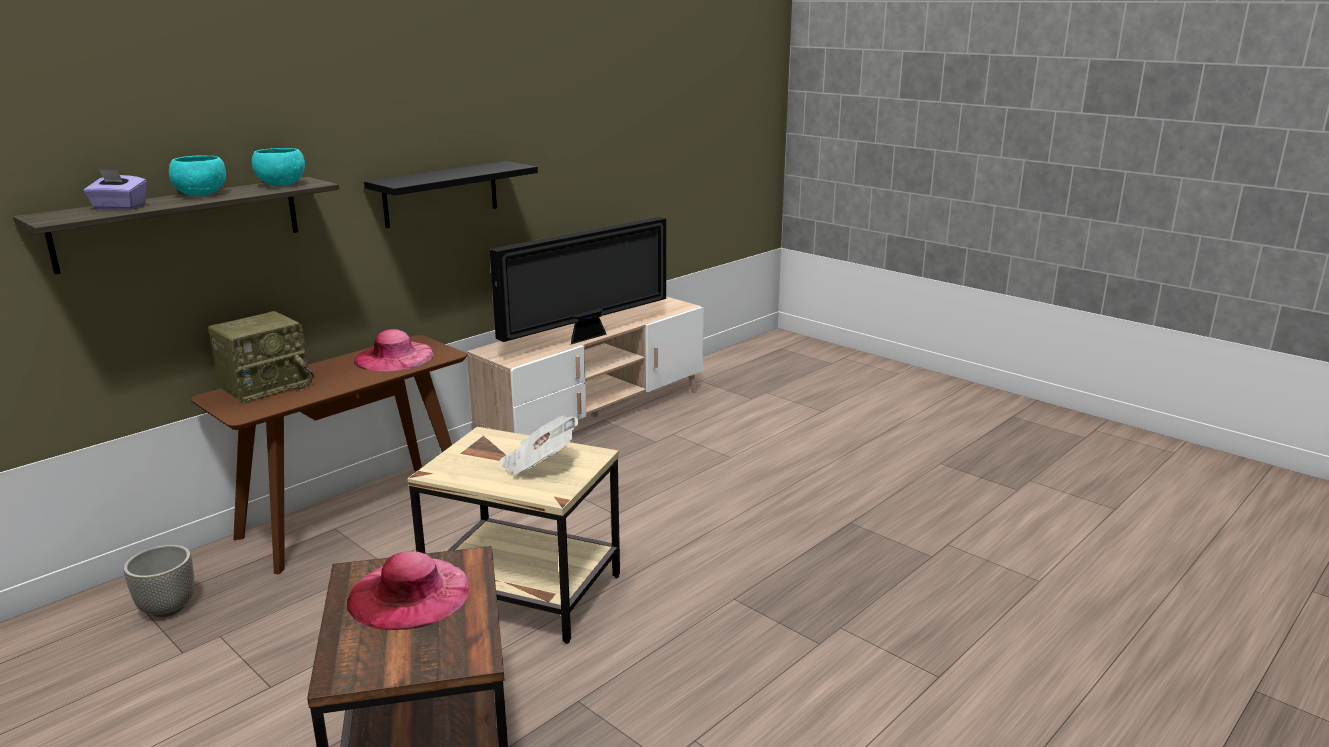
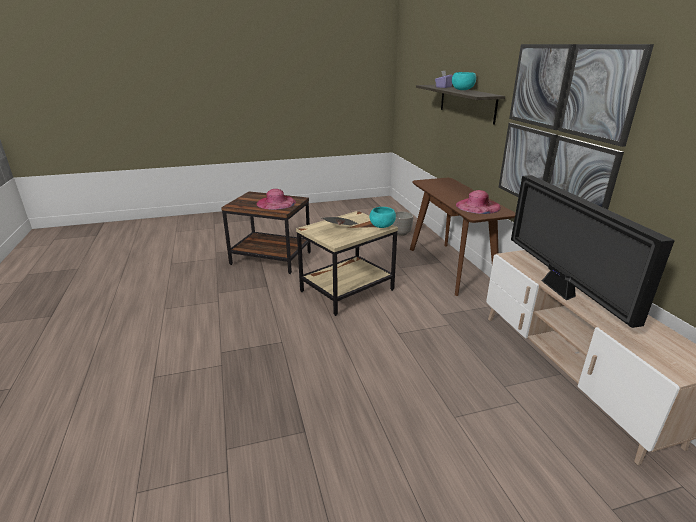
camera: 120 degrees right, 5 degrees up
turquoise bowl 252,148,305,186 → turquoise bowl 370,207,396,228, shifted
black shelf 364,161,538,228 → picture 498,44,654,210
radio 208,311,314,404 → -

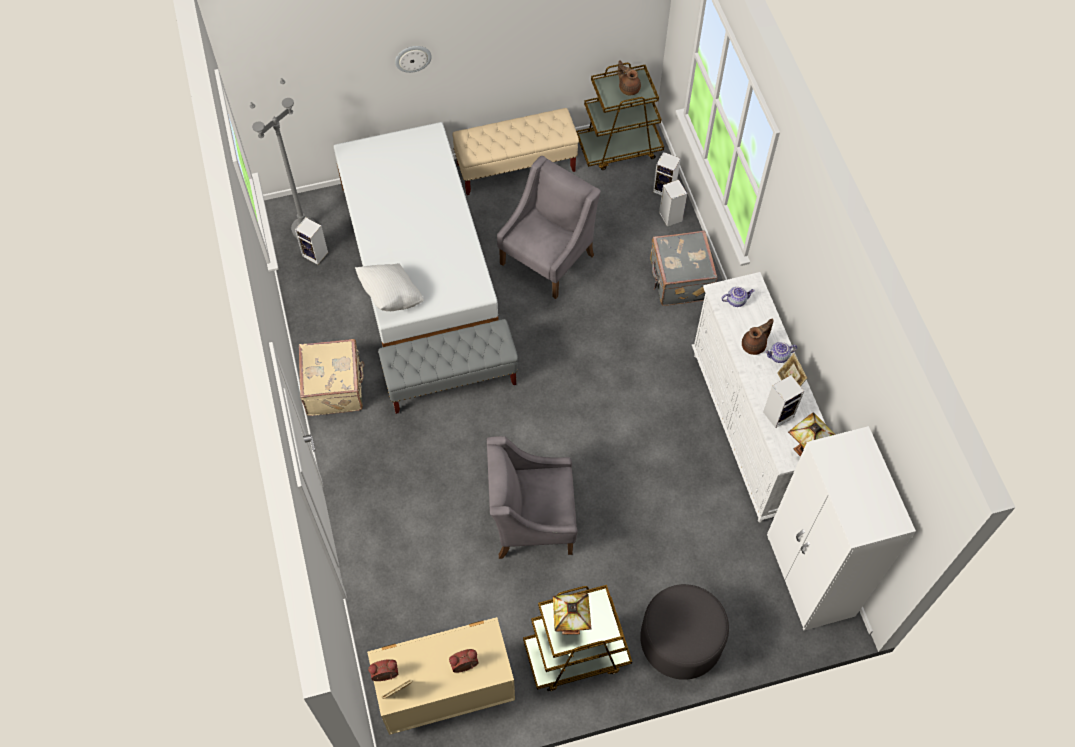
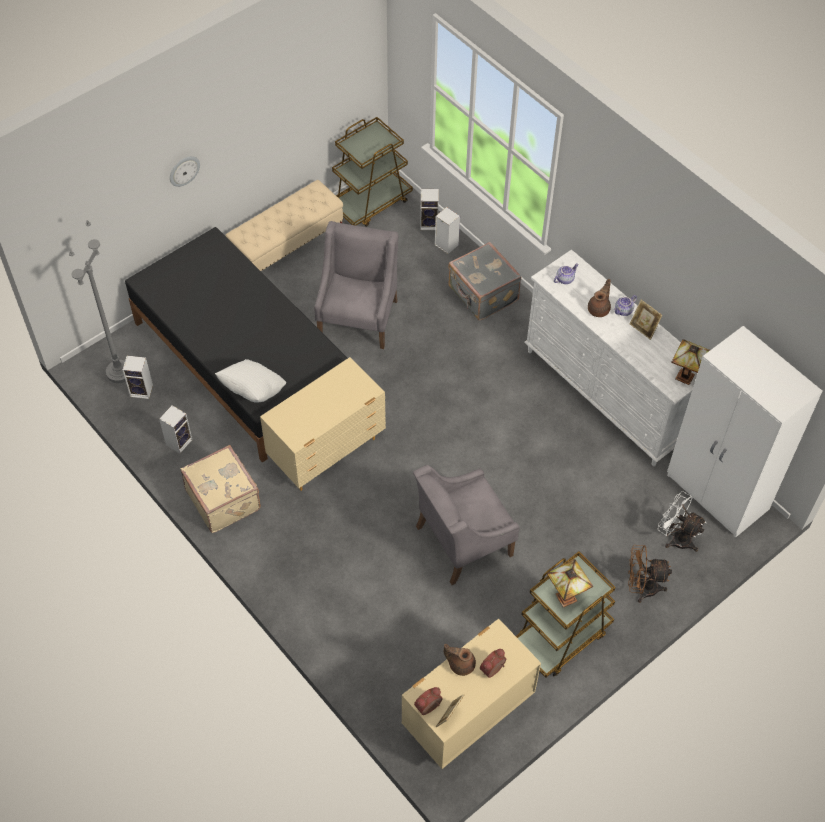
camera: 25 degrees left, 5 degrees down
white bed 334,122,499,347 → black bed 125,227,348,463
speaker 763,375,804,428 → speaker 159,405,192,453, shifted
grey bench 378,319,518,414 → beige dresser 260,357,386,491
brown teapot 618,60,641,95 → brown teapot 444,644,476,676, shifted
grey ottoman 640,584,729,680 → brown fan 628,545,672,603
- → white fan 658,491,706,552

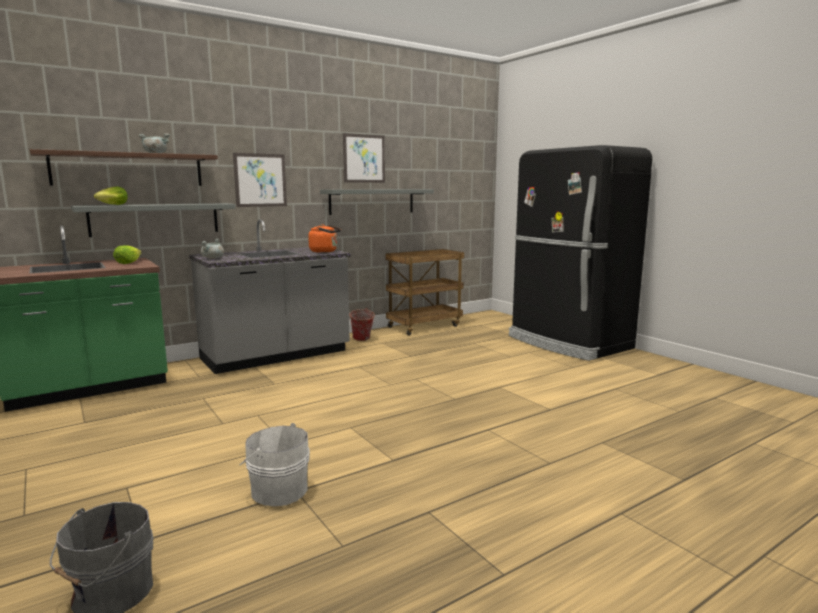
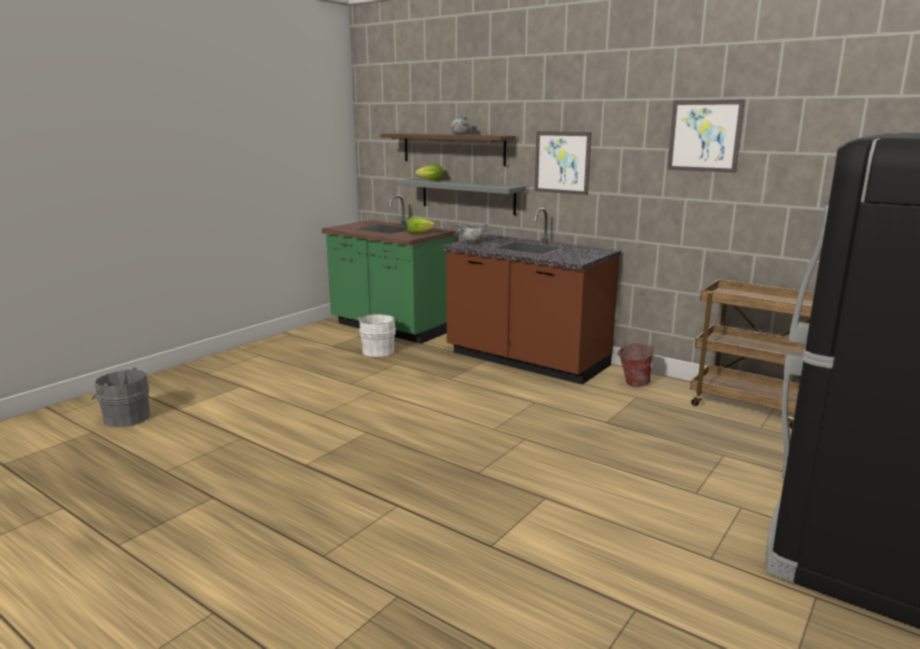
camera: 70 degrees right, 5 degrees up
white bucket 240,423,310,506 → white bucket 358,314,398,357, shifted
grey counter 189,219,351,374 → brown counter 442,208,621,385
orange kettle 308,224,341,253 → -
grey shelf 320,189,434,215 → -

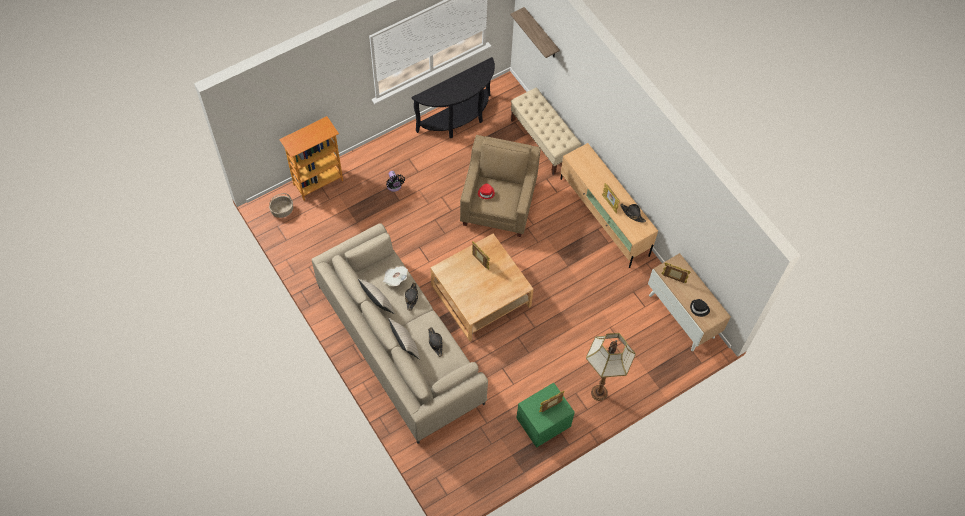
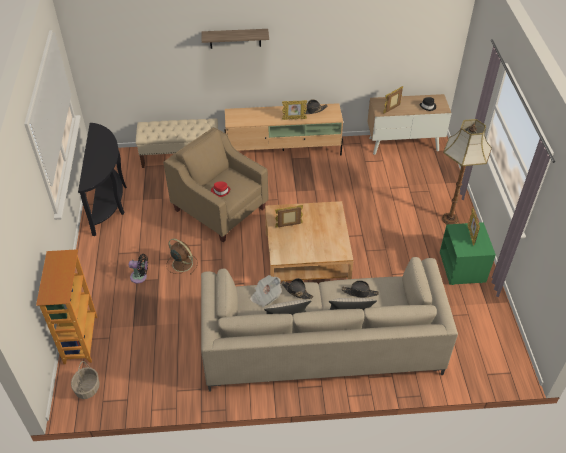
camera: 60 degrees left, 15 degrees down
- → brown fan 166,239,198,275
shelf 510,7,560,58 → shelf 202,29,269,49, shifted

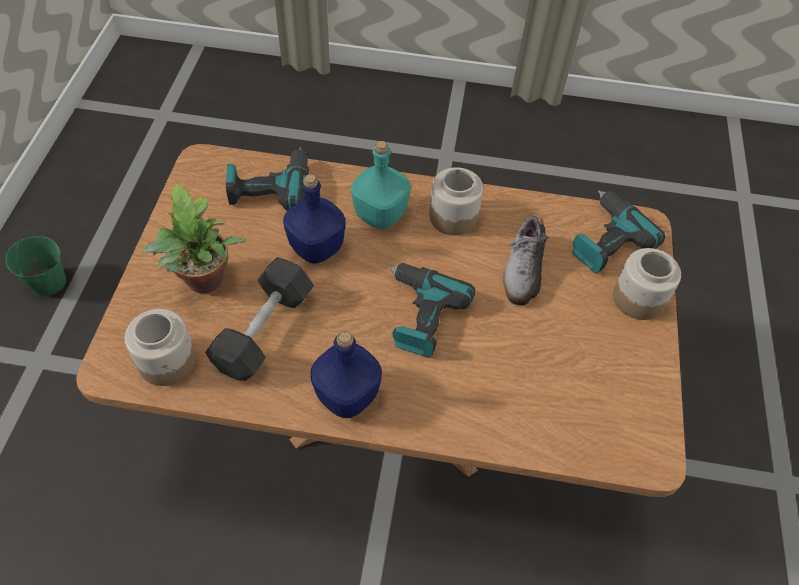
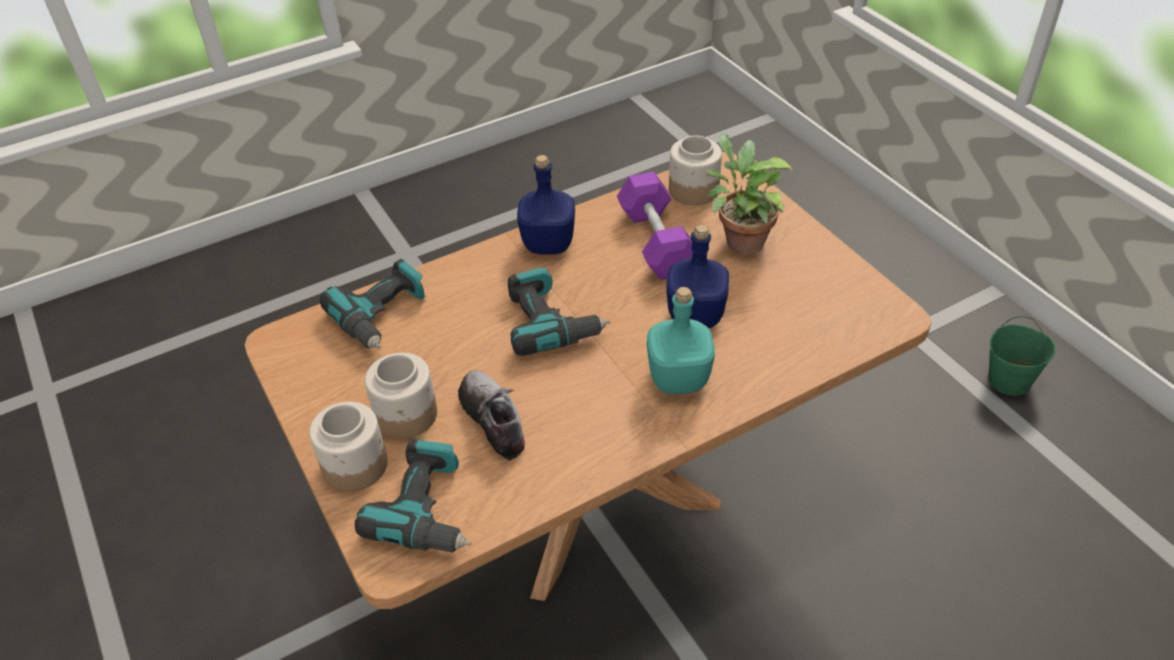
camera: 145 degrees right, 10 degrees down
power drill 226,147,309,211 → power drill 320,259,426,349, shifted
jar 429,167,483,236 → jar 365,353,437,439, shifted
black dumbbell 205,257,314,381 → purple dumbbell 617,172,693,280

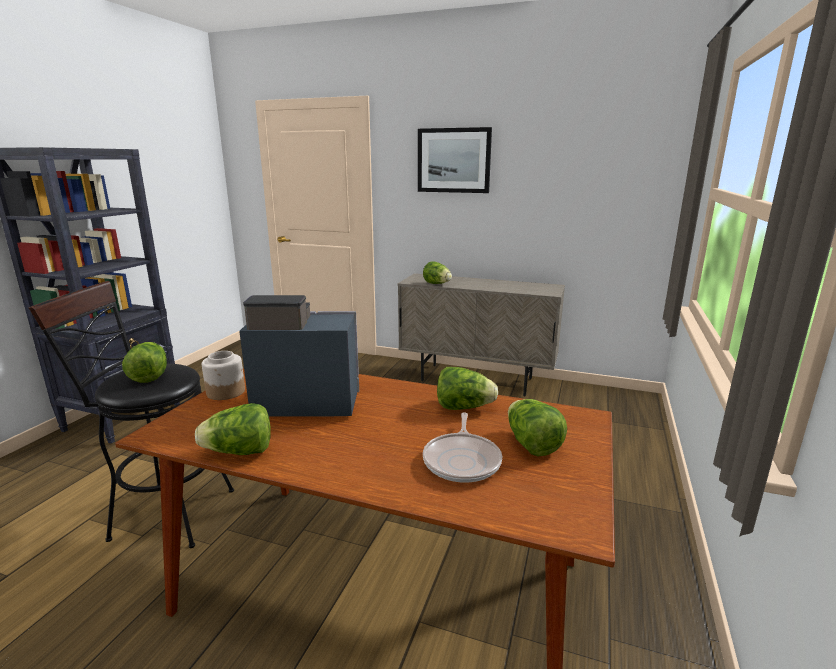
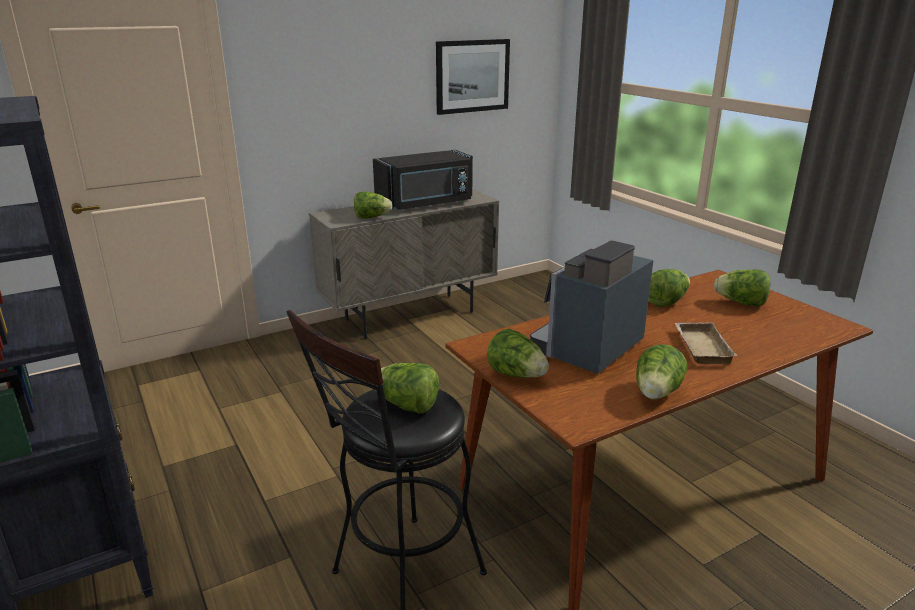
camera: 50 degrees left, 5 degrees up
- → black microwave 373,150,473,211
picture 418,127,492,193 → picture 436,39,510,115, shifted
jar 202,351,245,400 → lettuce 487,329,549,378
- → beige tray 674,322,737,364
frying pan 423,412,502,483 → -

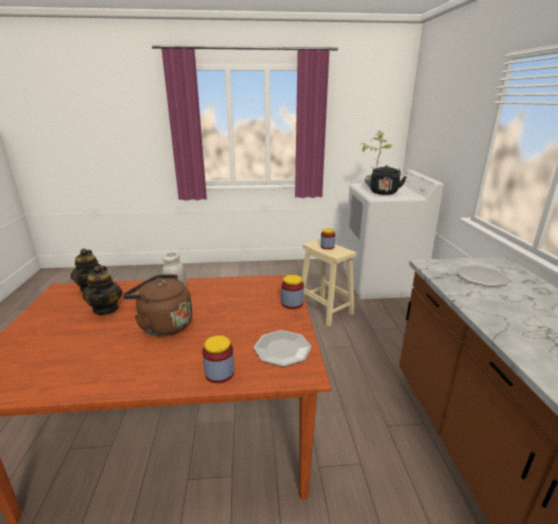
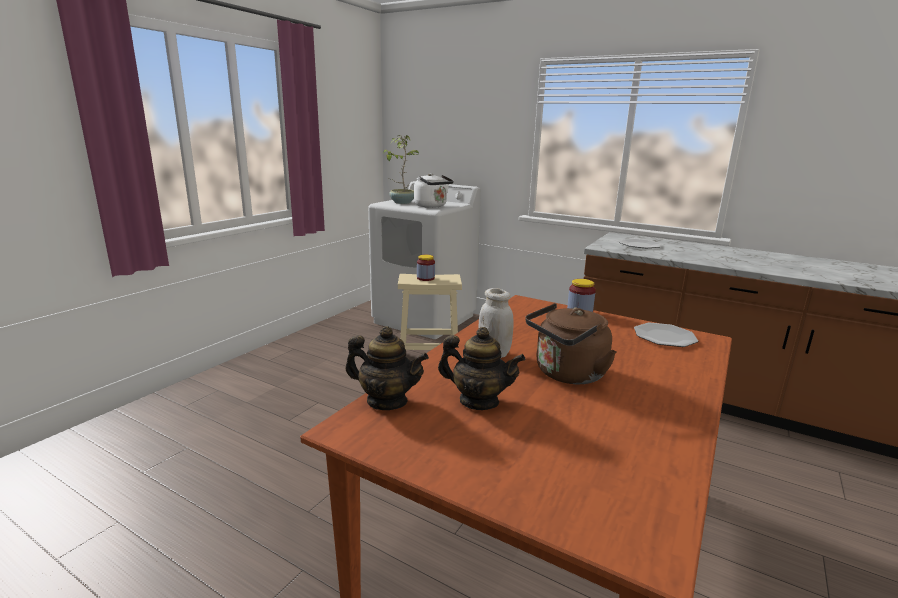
camera: 55 degrees left, 5 degrees down
black kettle 370,165,407,195 → white kettle 414,173,454,208
jar 202,335,234,383 → -

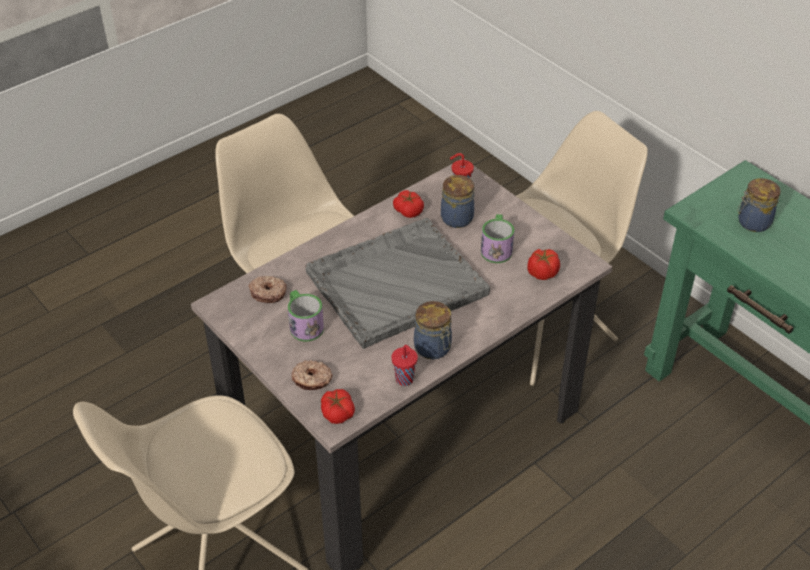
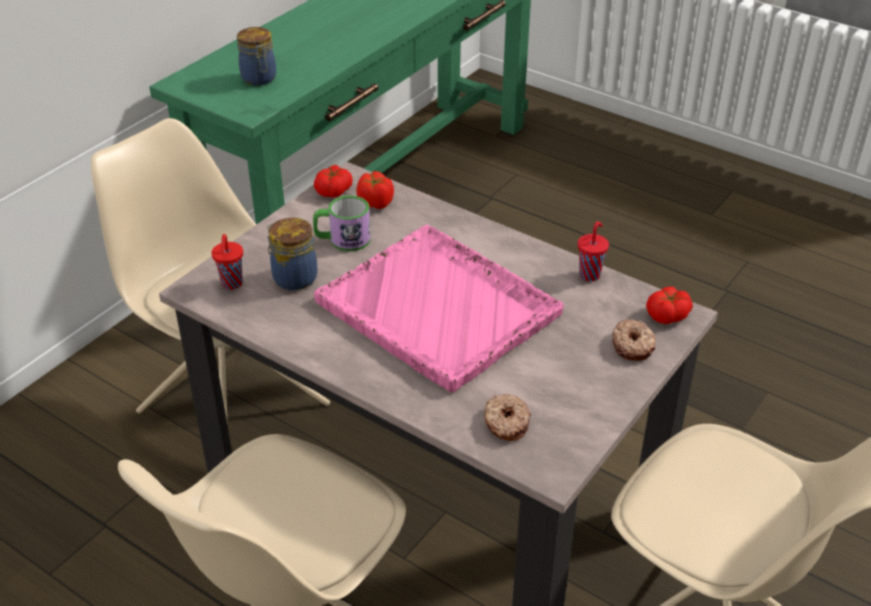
camera: 105 degrees left, 5 degrees down
tomato 393,190,424,218 → tomato 314,165,353,198, shifted
grey tray 305,218,490,349 → pink tray 314,225,564,393
mug 288,290,324,341 → -
jar 414,301,452,359 → -

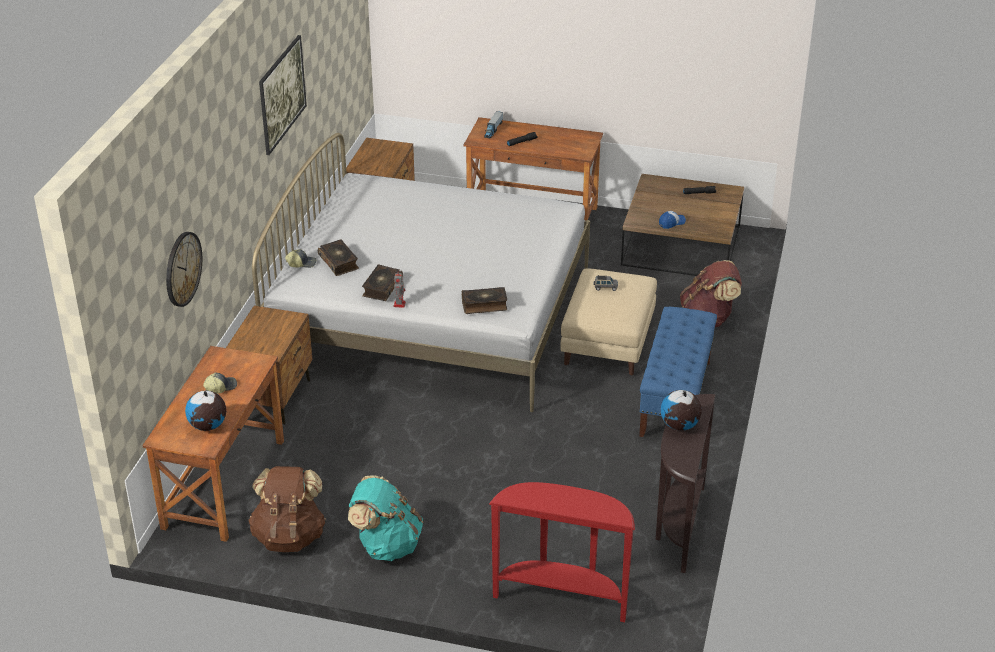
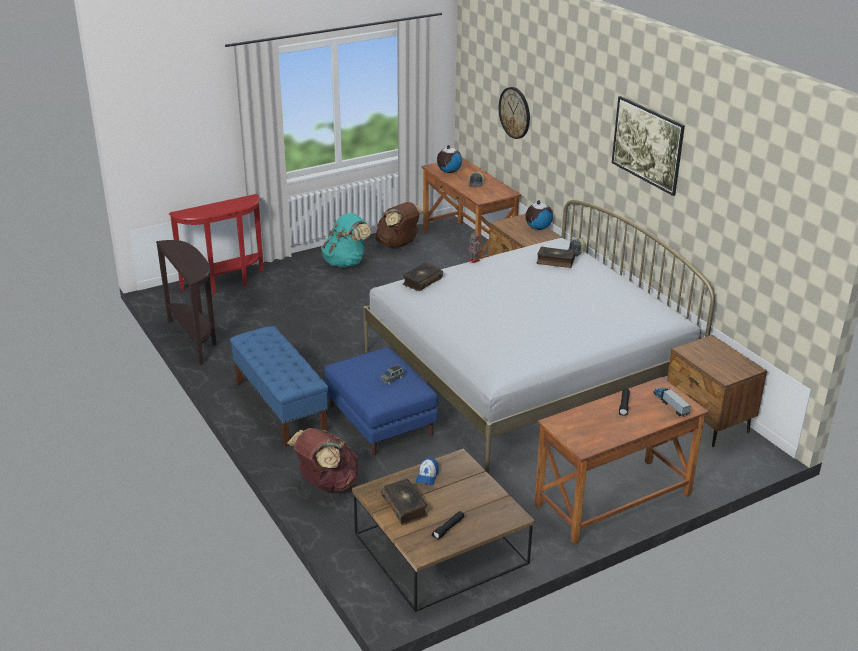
camera: 135 degrees right, 5 degrees down
beige ottoman 561,269,657,375 → blue ottoman 325,348,438,456
book 362,265,403,301 → book 381,479,428,525, shifted
globe 661,390,702,431 → globe 526,200,553,230, shifted

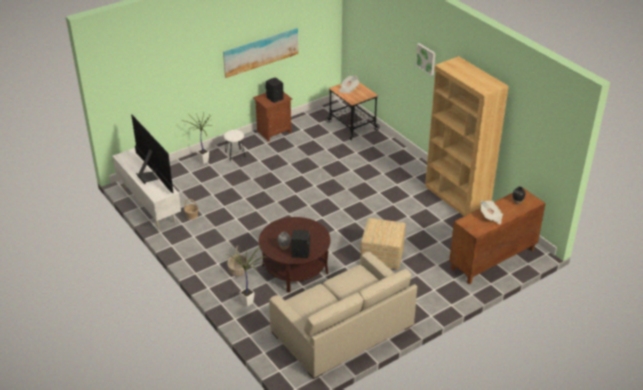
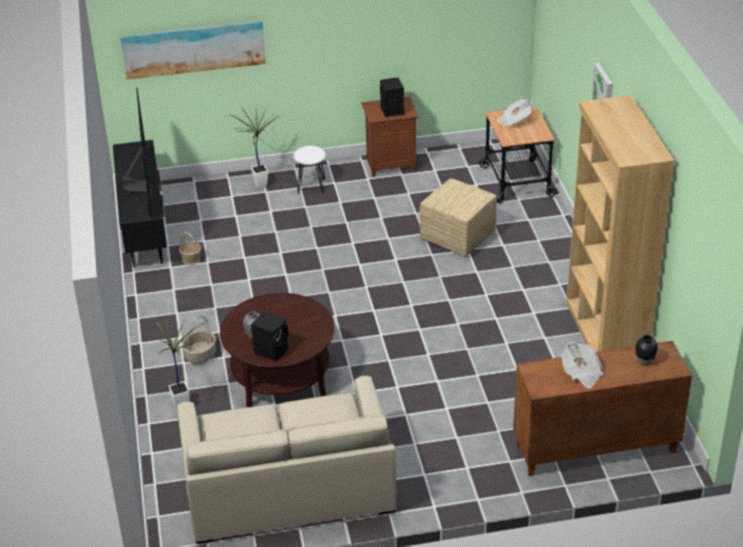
camera: 25 degrees right, 0 degrees up
white tv stand 112,148,181,230 → black tv stand 113,140,167,268
picture 223,28,298,78 → picture 120,21,266,80, shifted
ottoman 360,218,406,270 → ottoman 420,178,497,256, shifted

